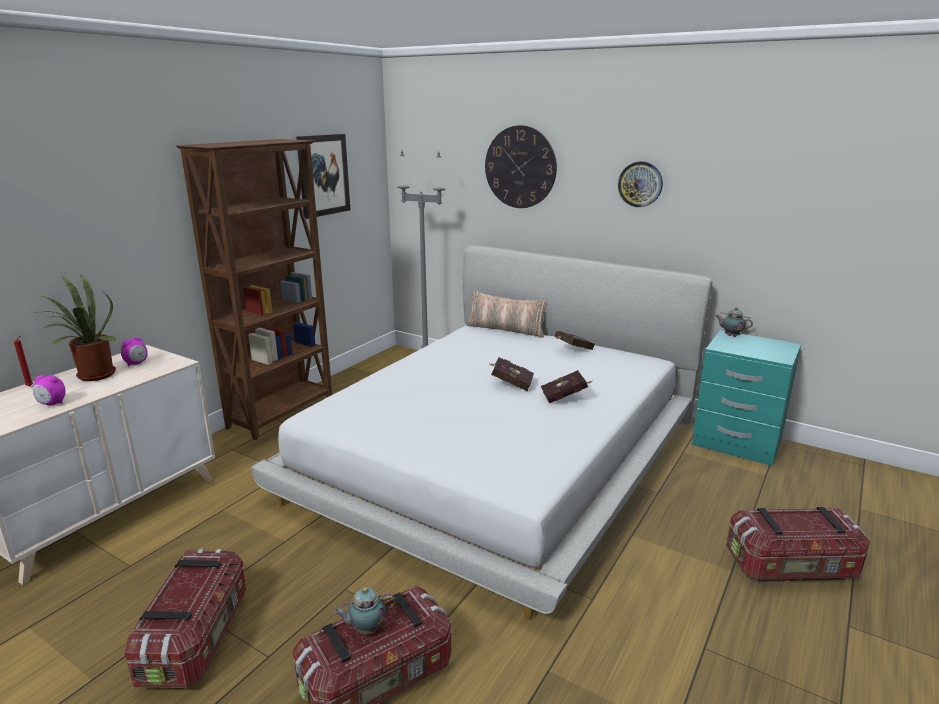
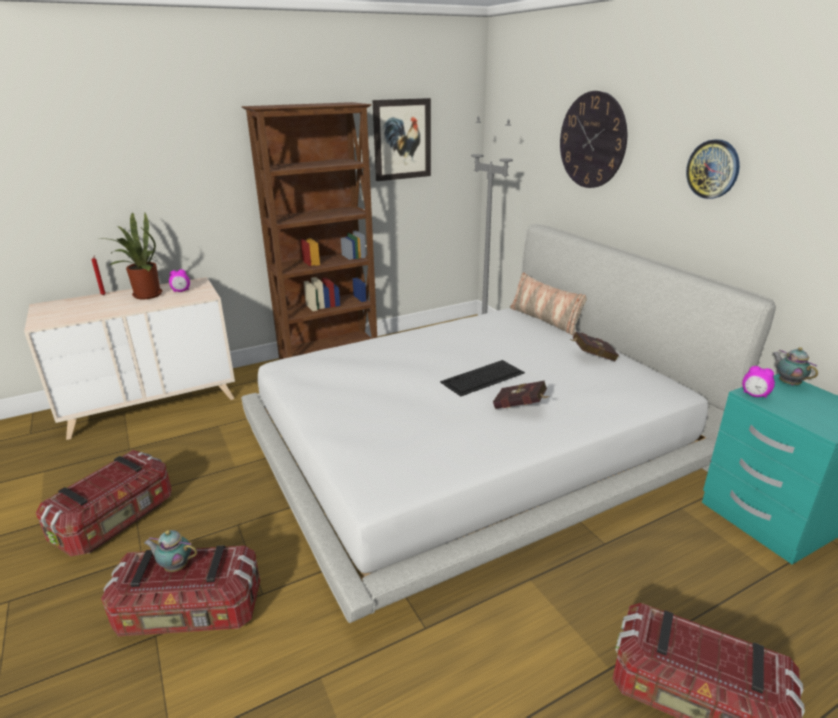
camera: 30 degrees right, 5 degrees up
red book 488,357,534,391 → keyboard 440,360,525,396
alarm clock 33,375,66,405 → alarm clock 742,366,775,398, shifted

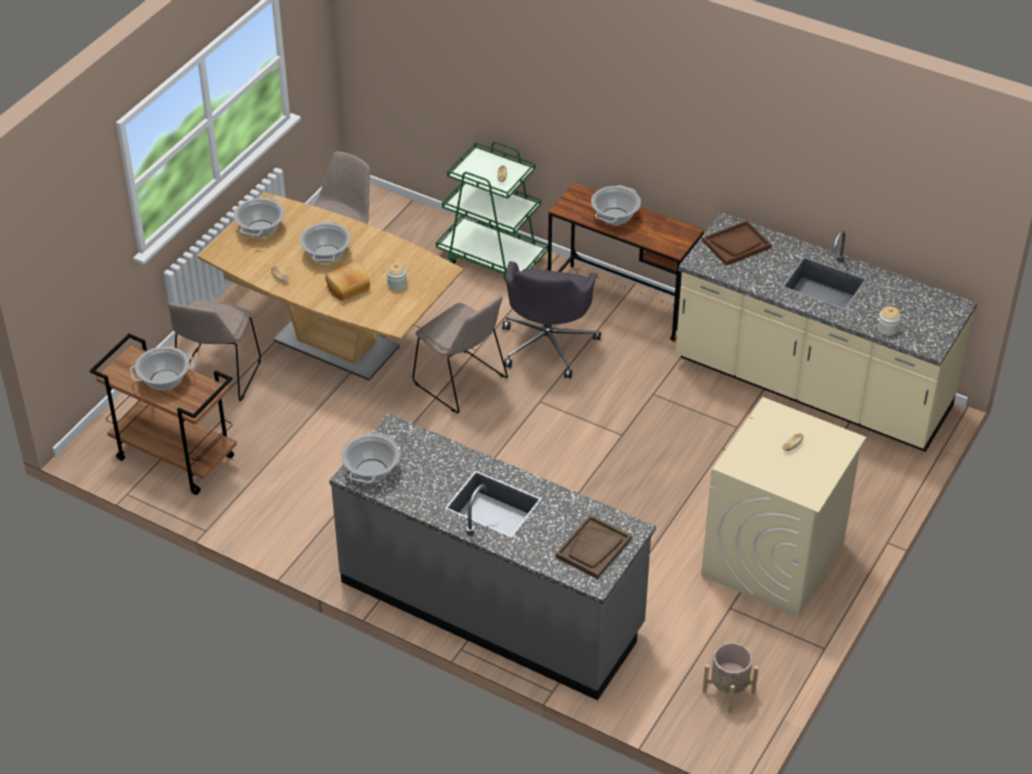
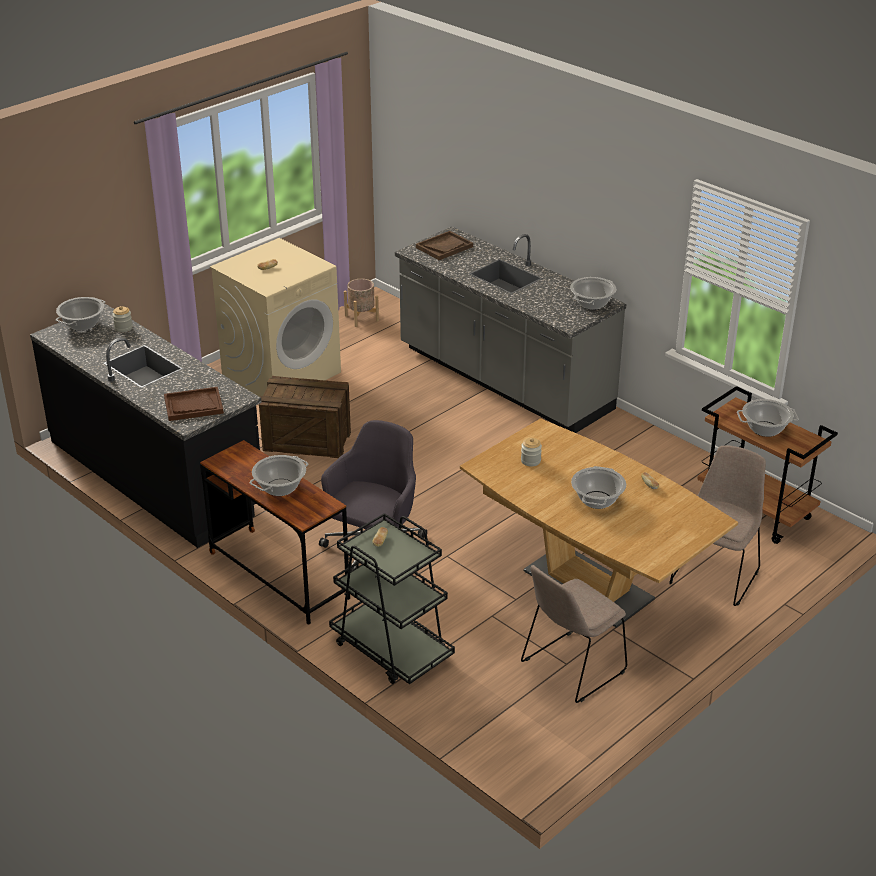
camera: 165 degrees left, 10 degrees down
beige counter 676,212,977,452 → black counter 30,304,262,548
cooking pot 234,197,284,238 → cooking pot 56,297,105,331, shifted
- → crate 259,376,351,458
green cart 436,141,548,281 → black cart 329,513,455,684
bread 325,263,370,301 → -
beige chair 412,295,508,413 → -

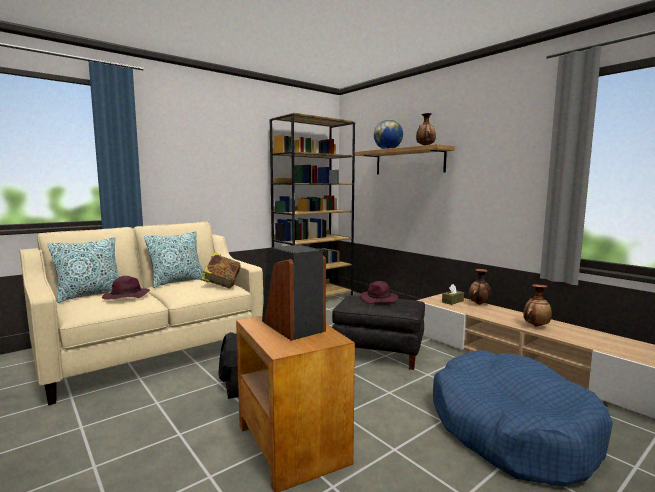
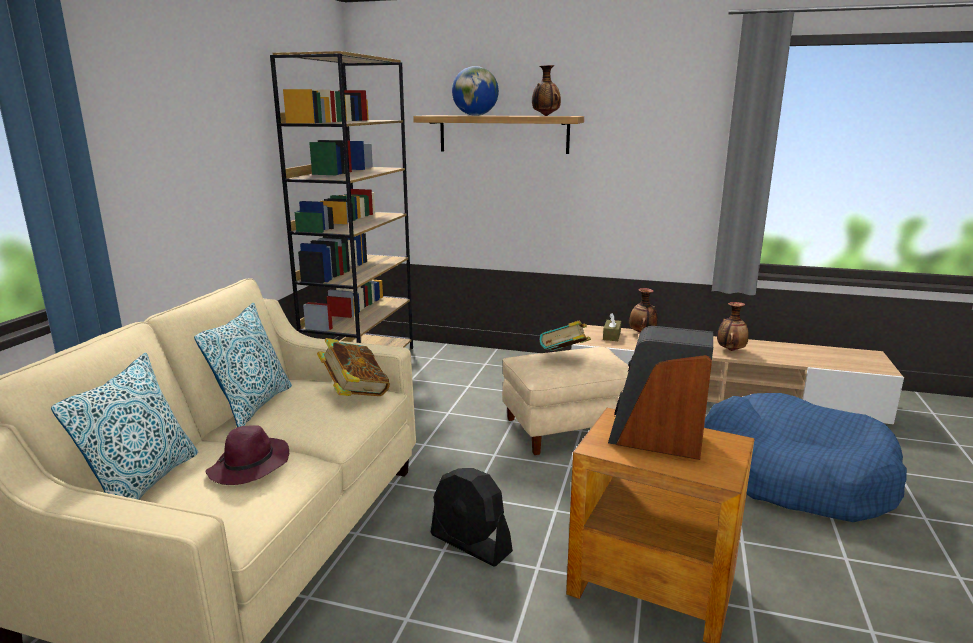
camera: 35 degrees left, 10 degrees up
black ottoman 332,295,425,370 → beige ottoman 502,347,629,455
purple hat 360,281,398,303 → book 539,321,591,351

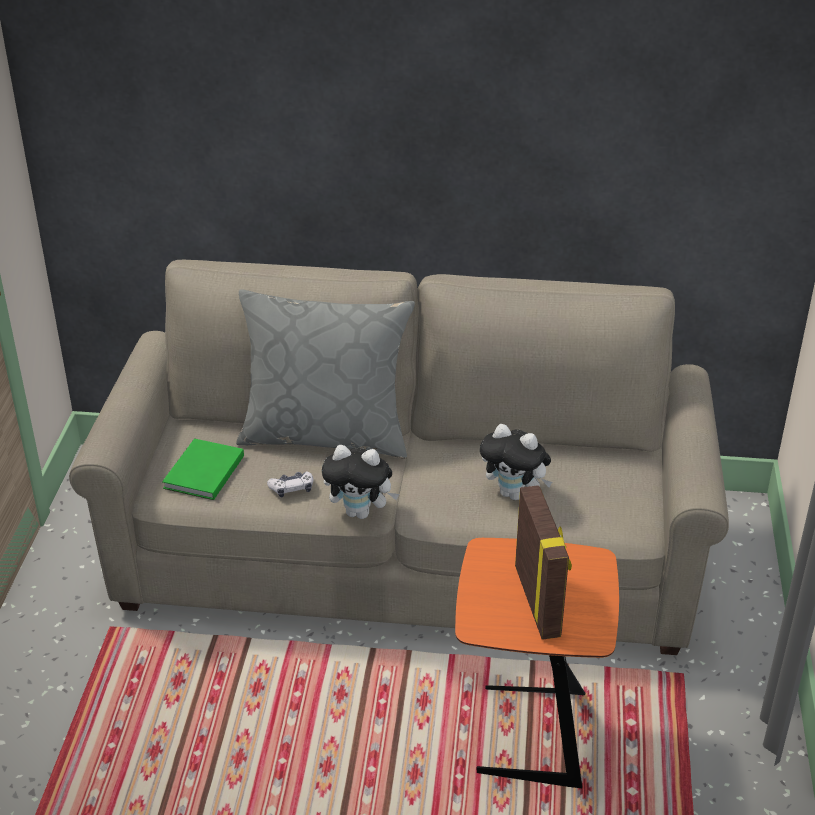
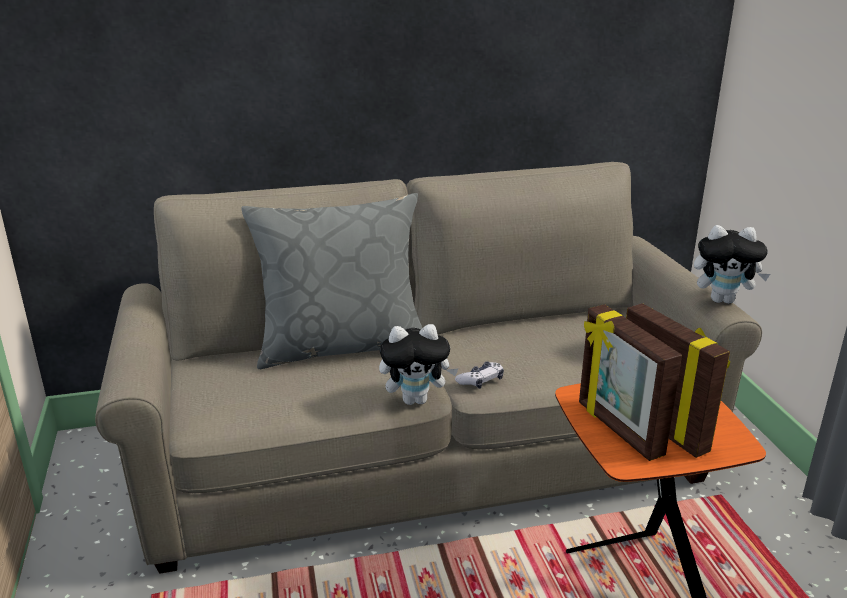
camera: 20 degrees left, 10 degrees down
game controller 267,471,313,498 → game controller 455,362,504,389, shifted
- → picture frame 579,304,682,461
plush toy 480,424,552,500 → plush toy 694,225,770,304, shifted
green book 162,438,244,500 → -

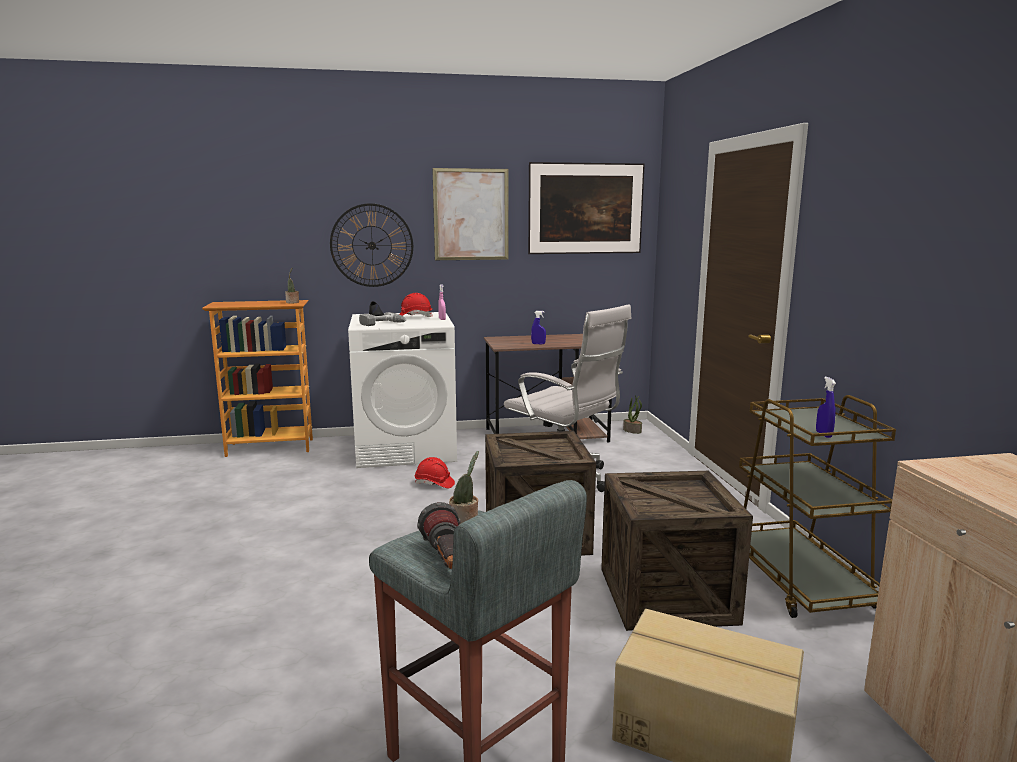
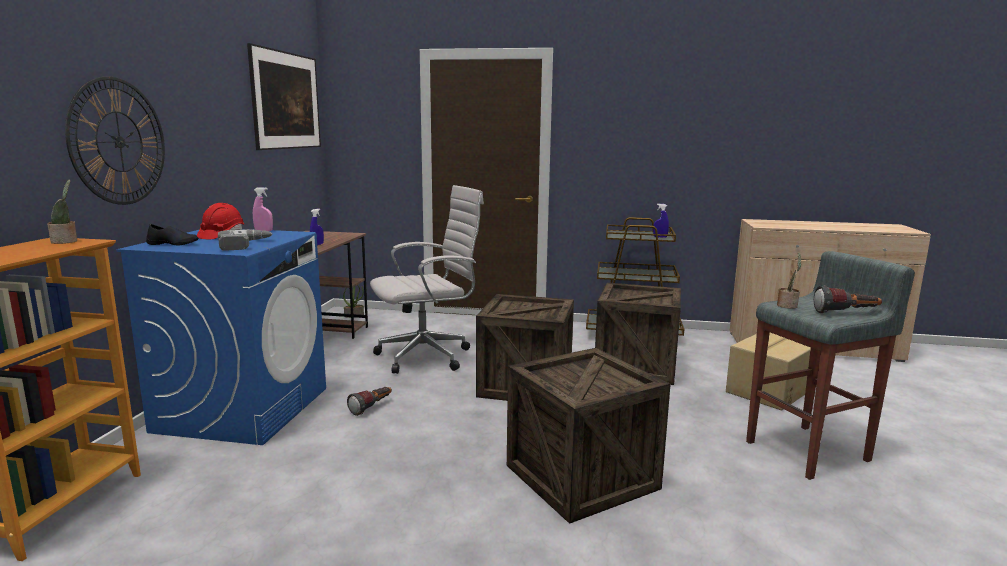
camera: 70 degrees left, 0 degrees up
white washing machine 348,312,457,468 → blue washing machine 116,229,326,445
red hard hat 415,457,455,488 → flashlight 347,387,392,416
- → crate 507,348,671,524
picture 432,168,509,260 → -

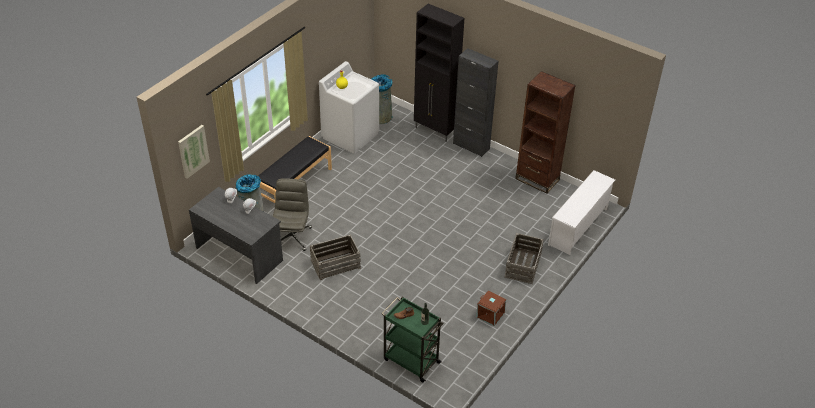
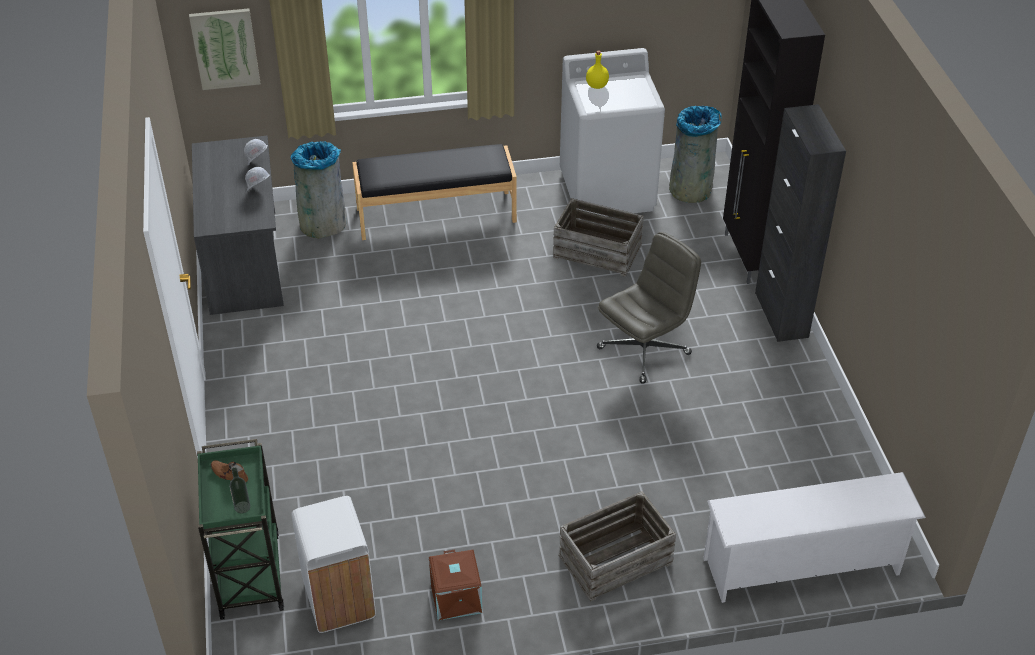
camera: 45 degrees right, 0 degrees up
- → white trash can 291,496,376,633
crate 310,234,361,280 → crate 553,198,644,277, shifted
grey office chair 273,178,312,251 → grey office chair 597,232,701,384, shifted
brown bookcase 515,71,576,194 → -

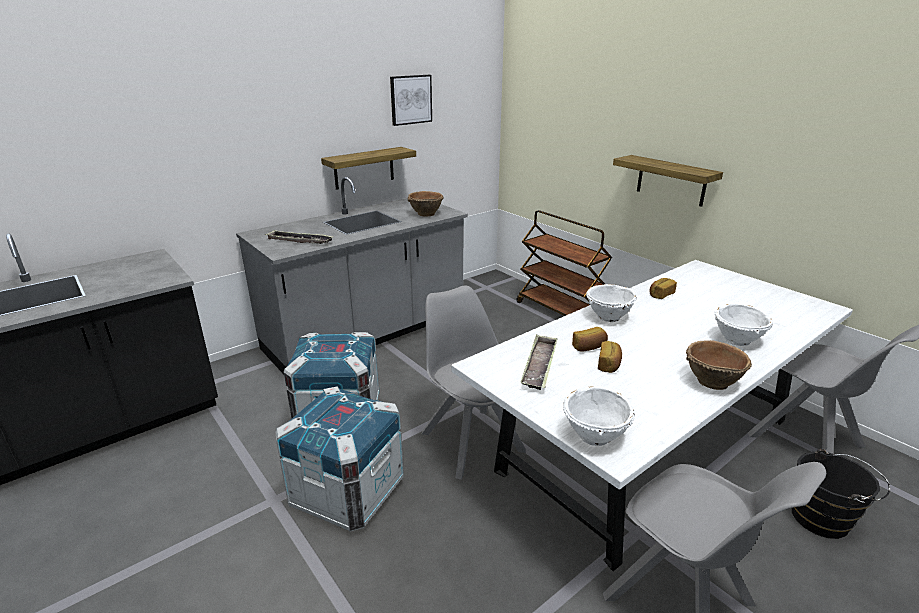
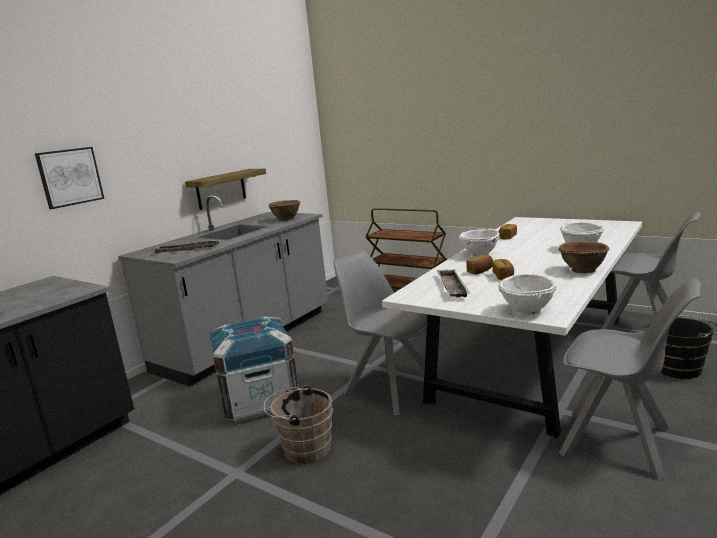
camera: 15 degrees left, 10 degrees down
picture 390,75,432,126 → picture 35,147,104,209, shifted
crate 276,386,404,532 → brown bucket 264,385,333,464
shelf 613,155,723,207 → -

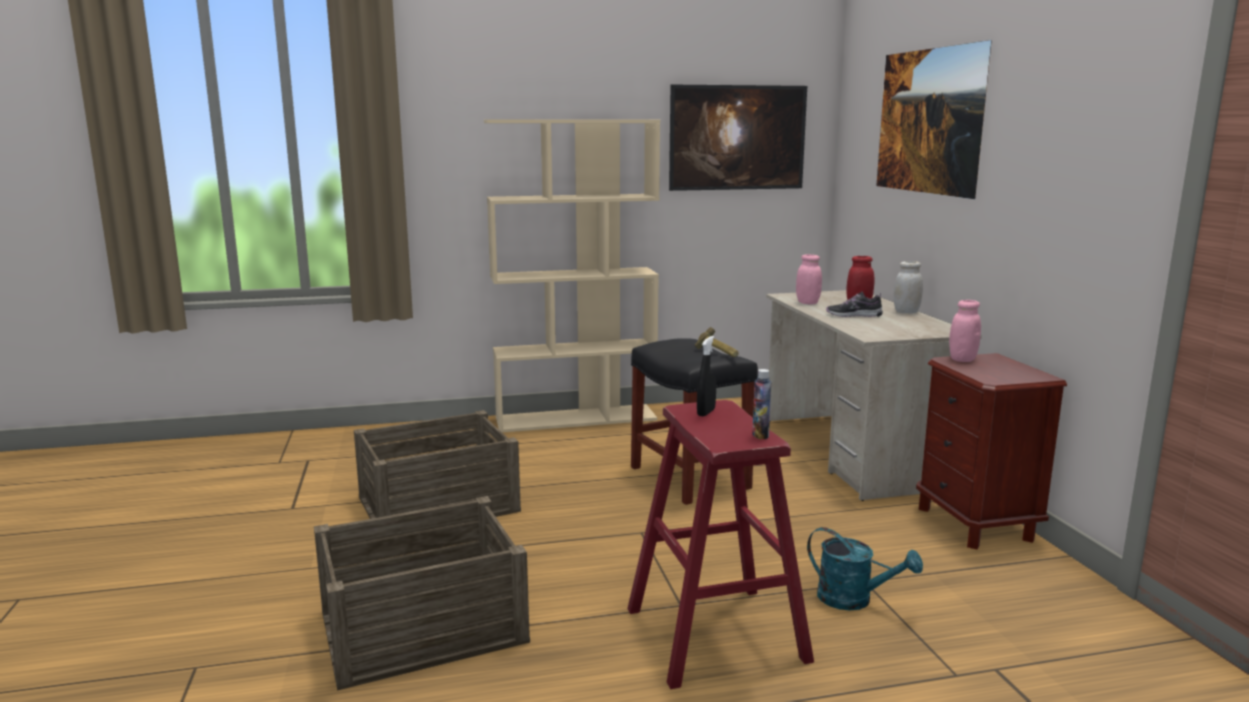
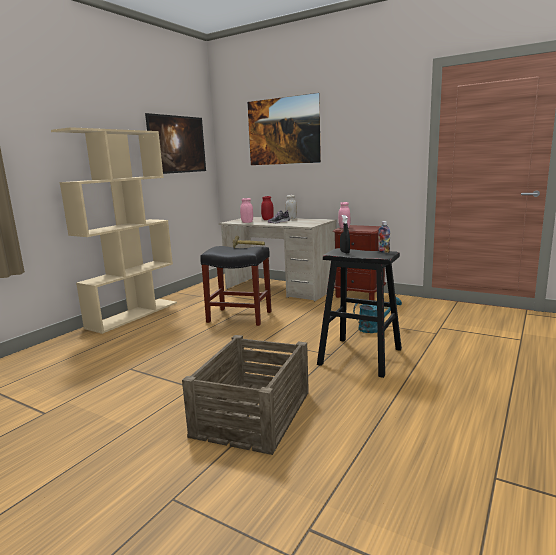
camera: 45 degrees left, 0 degrees up
red stool 627,400,814,689 → black stool 317,248,402,378
crate 354,410,521,519 → -

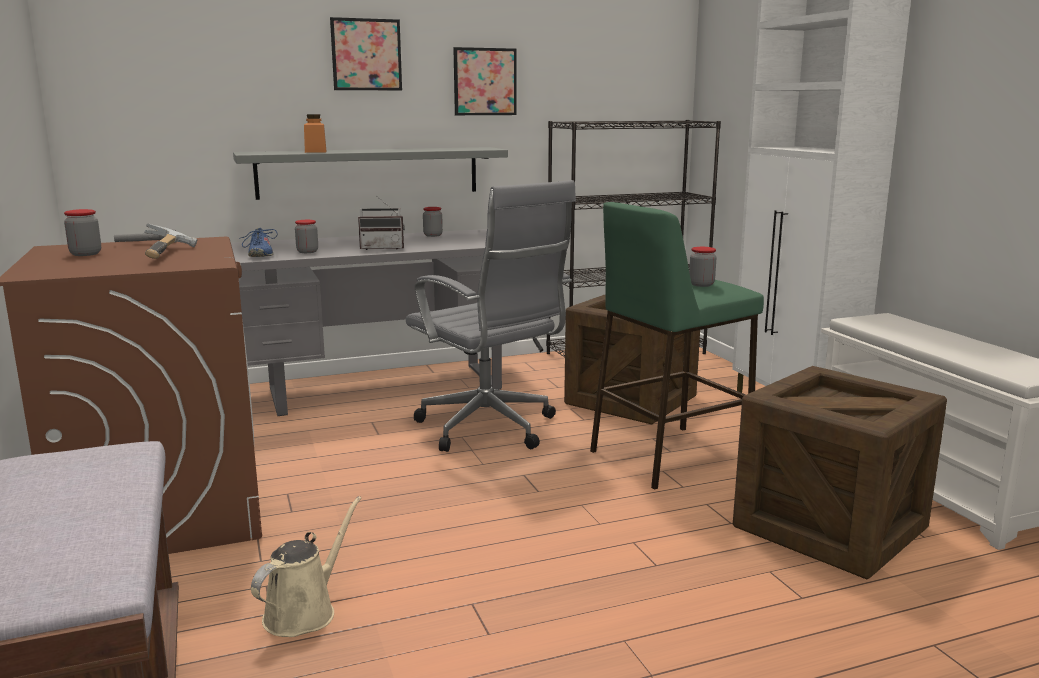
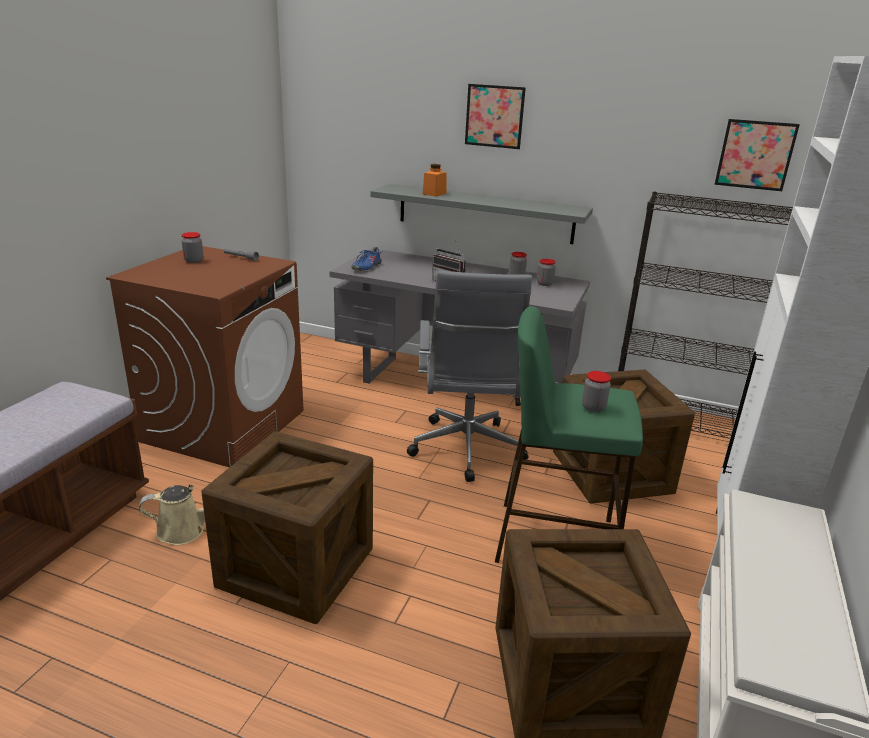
camera: 40 degrees right, 10 degrees up
- → crate 201,431,373,624
jar 295,220,318,253 → jar 537,259,556,286, shifted
picture 453,47,517,115 → picture 714,119,800,191, shifted
hammer 144,224,197,259 → -

